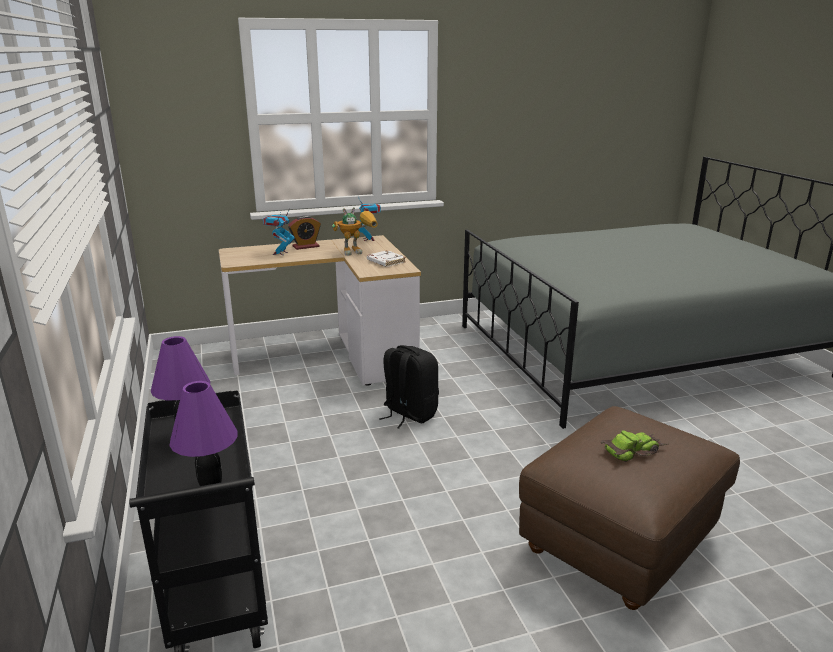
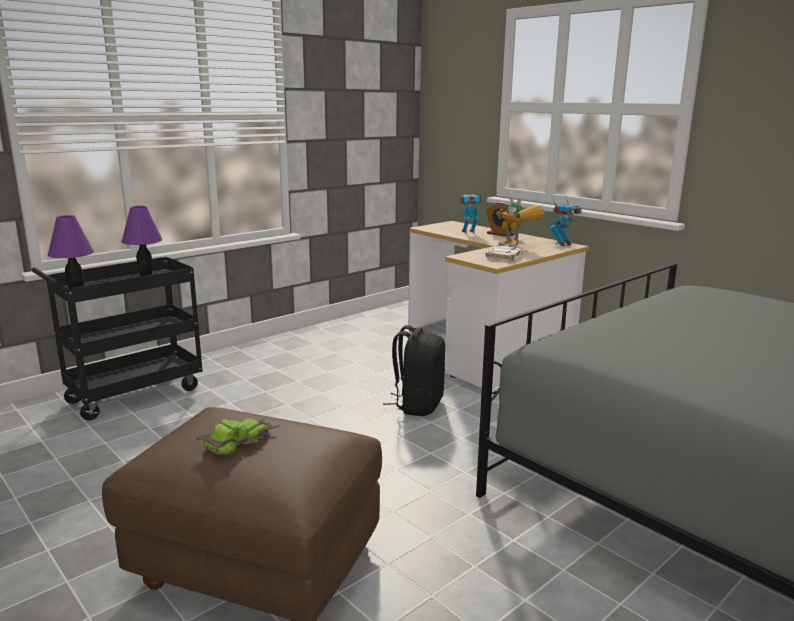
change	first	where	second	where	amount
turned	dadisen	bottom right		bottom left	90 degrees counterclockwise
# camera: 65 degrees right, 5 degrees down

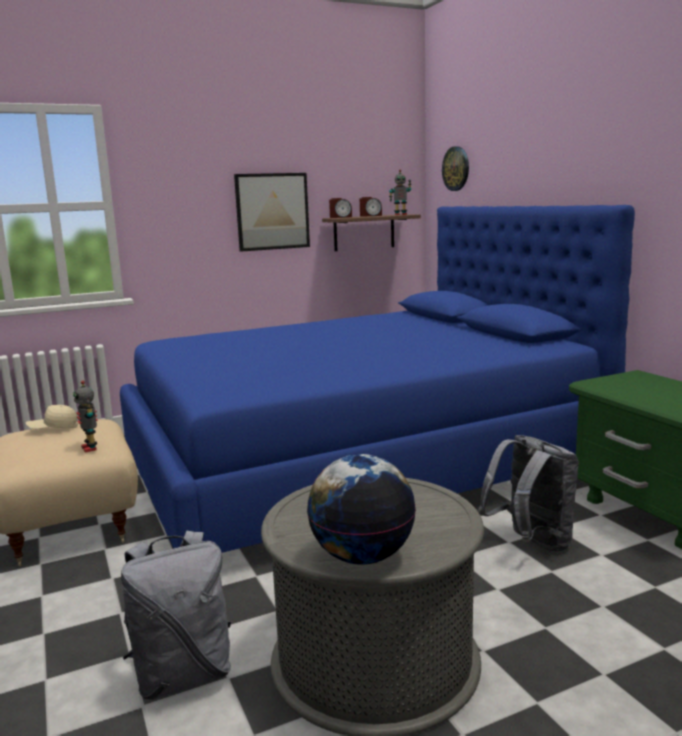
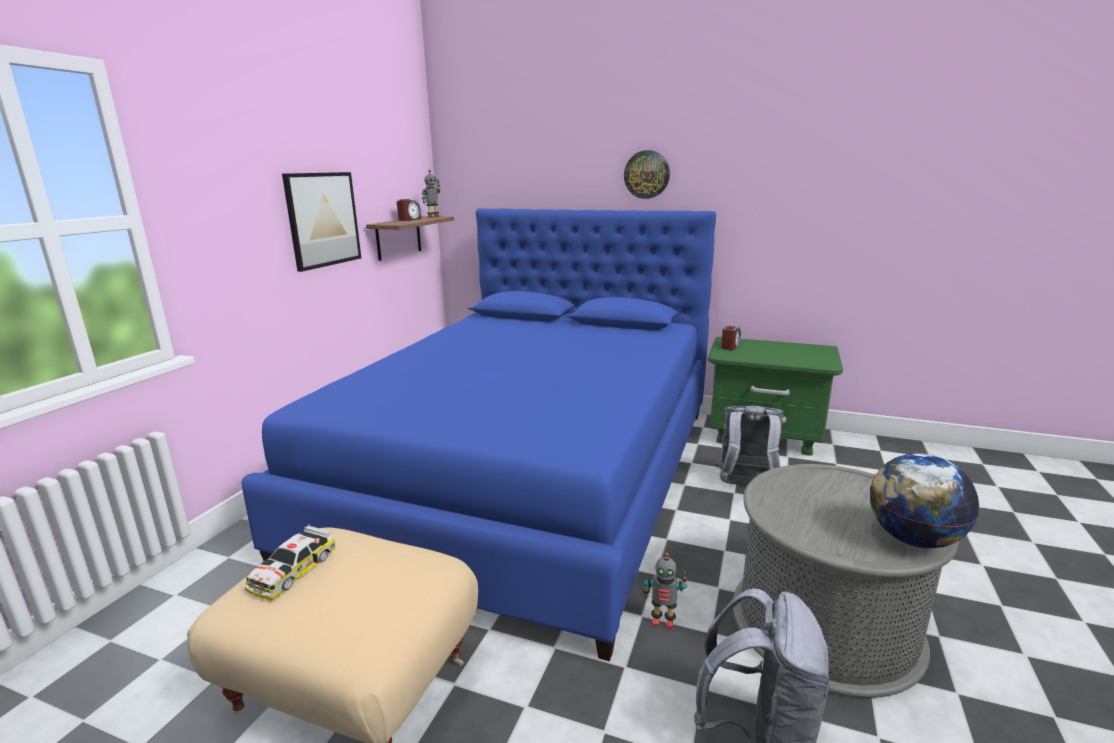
change	first	where	second	where	amount
moved	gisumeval (1st from left in the first image)	middle left	gisumeval (2nd from left)	bottom centre	
moved	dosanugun (1st from left in the first image)	top centre	dosanugun (2nd from left)	centre	
moved	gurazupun	top right		top centre	
replaced	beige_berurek	middle left	dadisen	bottom left	
# camera: 45 degrees left, 5 degrees up

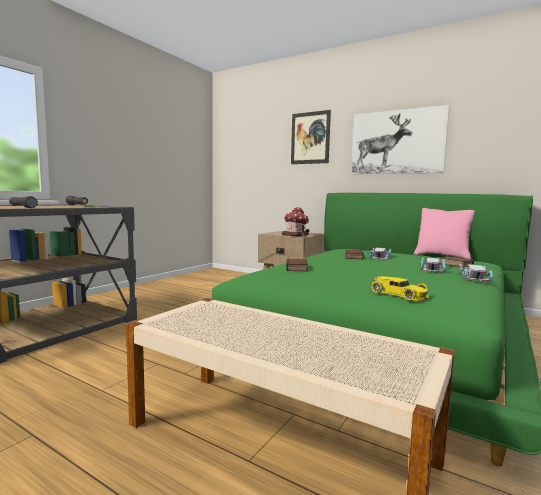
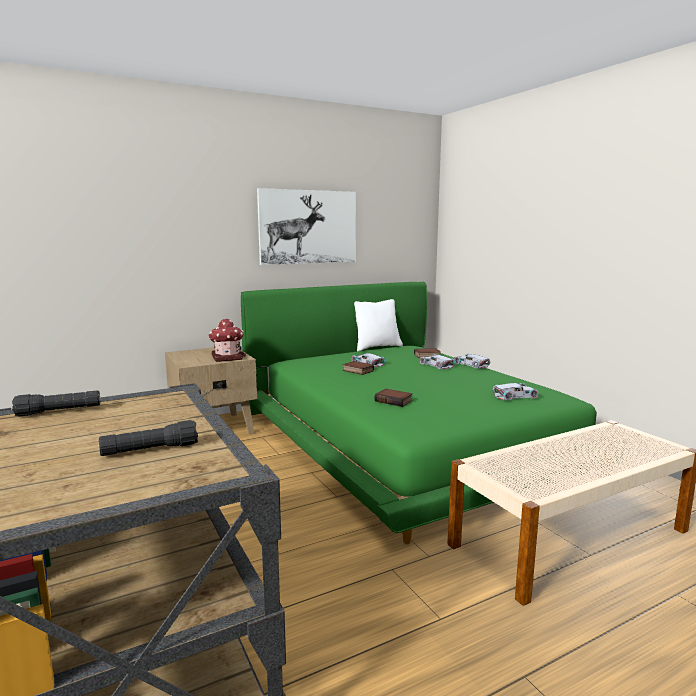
change	first	where	second	where	amount
removed	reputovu (1st from left)	top centre			
recoloured	yellow_dadisen	middle right	white_dadisen (4th from left)	middle right	
recoloured	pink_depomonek	middle right	white_depomonek	centre	
# camera: 60 degrees left, 5 degrees up

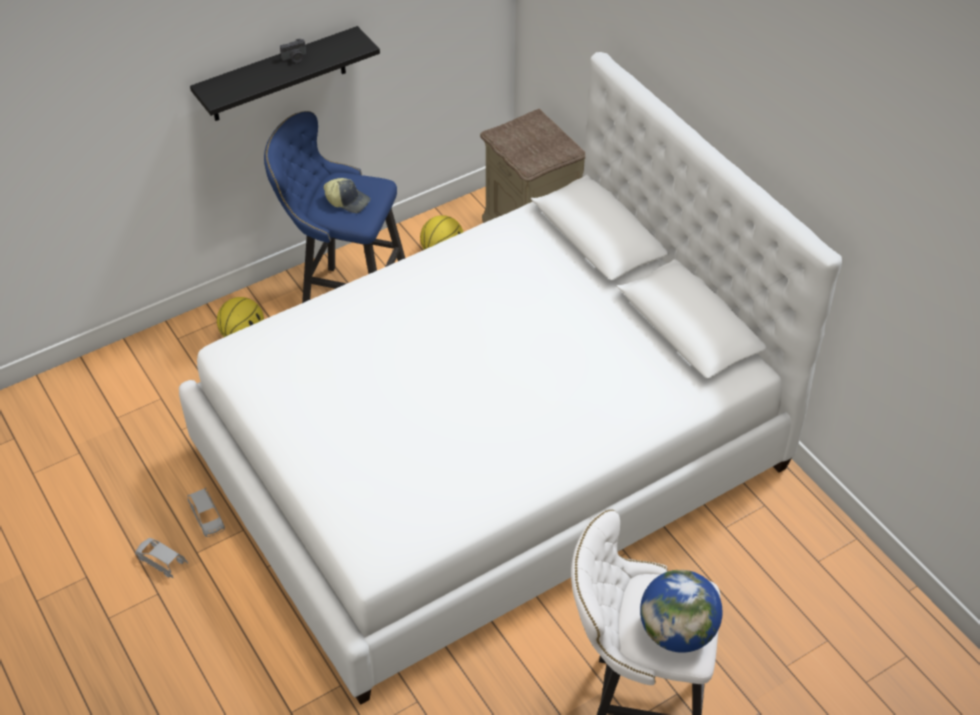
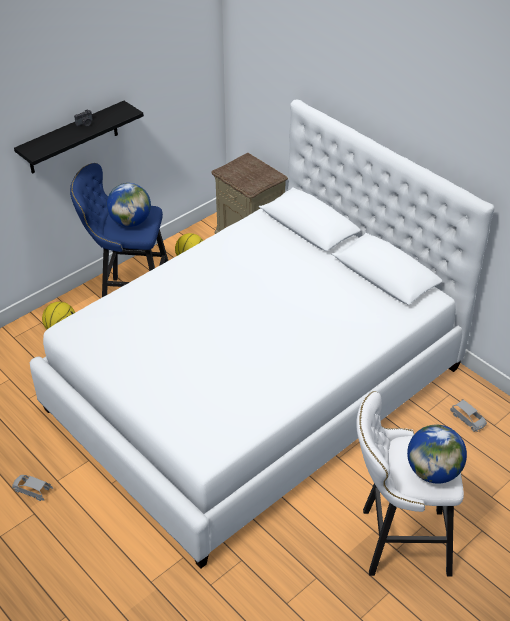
change	first	where	second	where	amount
moved	grey_dadisen (2nd from left)	bottom left		bottom right	
replaced	berurek	top centre	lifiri (1st from left)	top left	
# camera: 10 degrees left, 5 degrees down

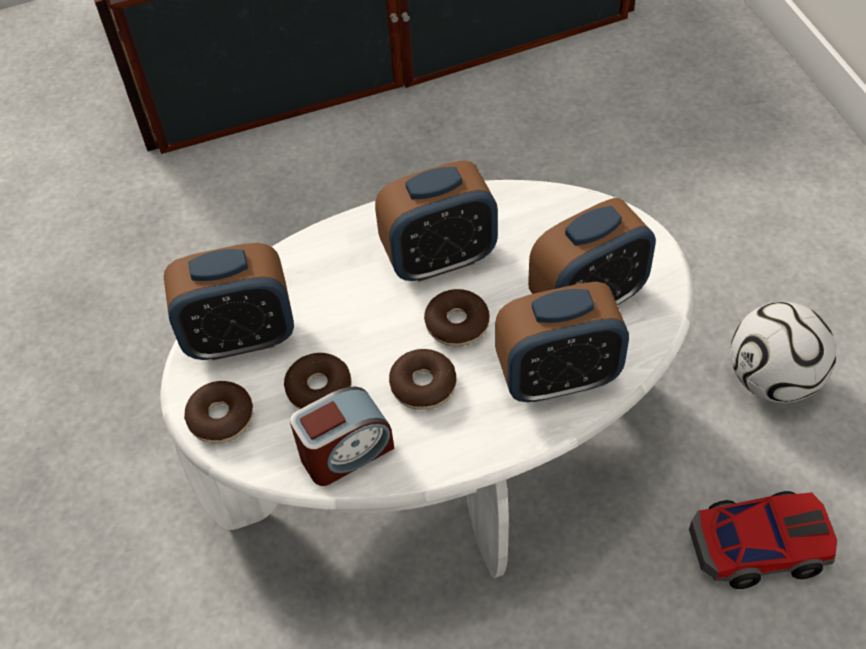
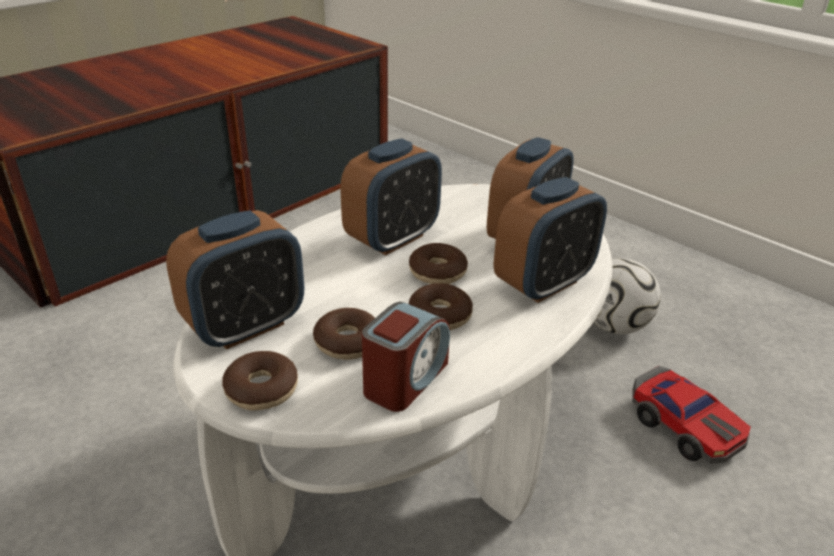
change	first	where	second	where	amount
turned	dadisen	bottom right		bottom right	90 degrees clockwise
# camera: 30 degrees left, 20 degrees down

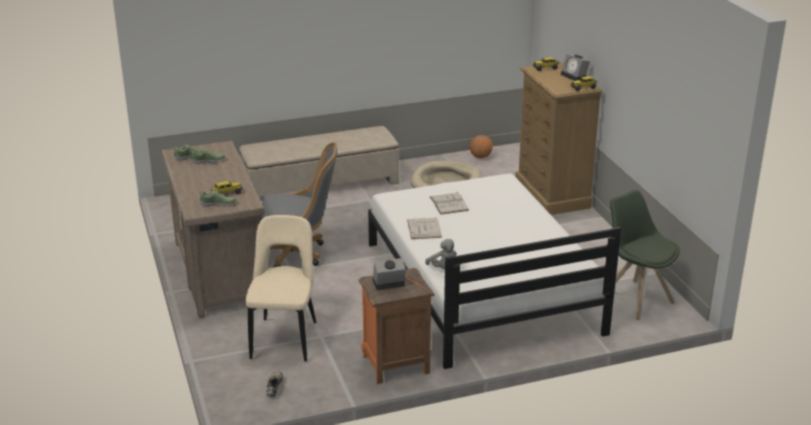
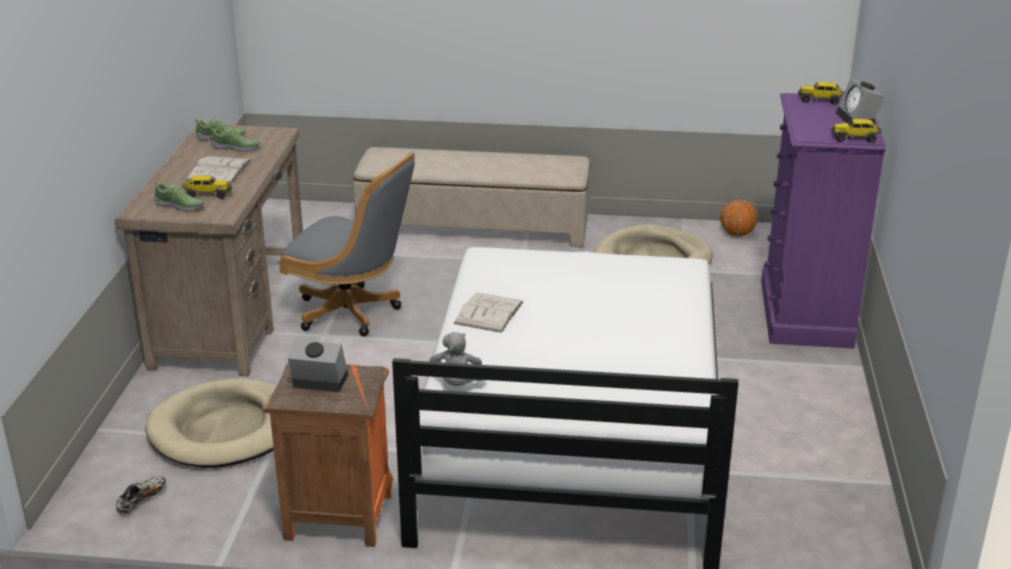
change	first	where	second	where	amount
removed	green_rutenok	middle right			
moved	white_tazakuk (2nd from left in the first image)	centre	white_tazakuk (1st from left)	top left	
replaced	beige_rutenok	bottom centre	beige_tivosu (1st from left)	bottom left	
recoloured	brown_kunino	top right	purple_kunino	middle right	
# camera: 25 degrees right, 0 degrees up

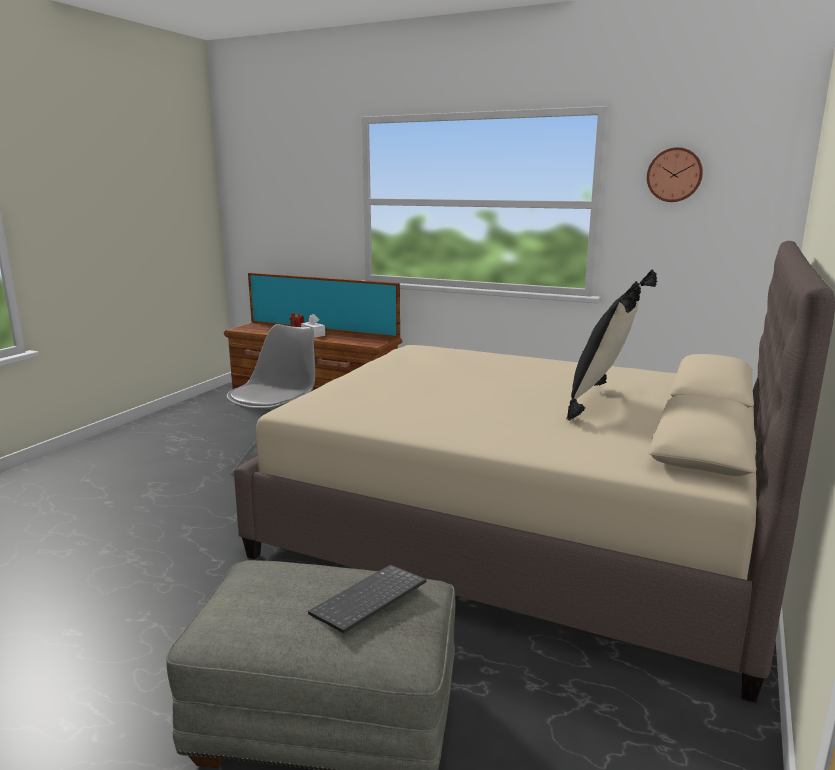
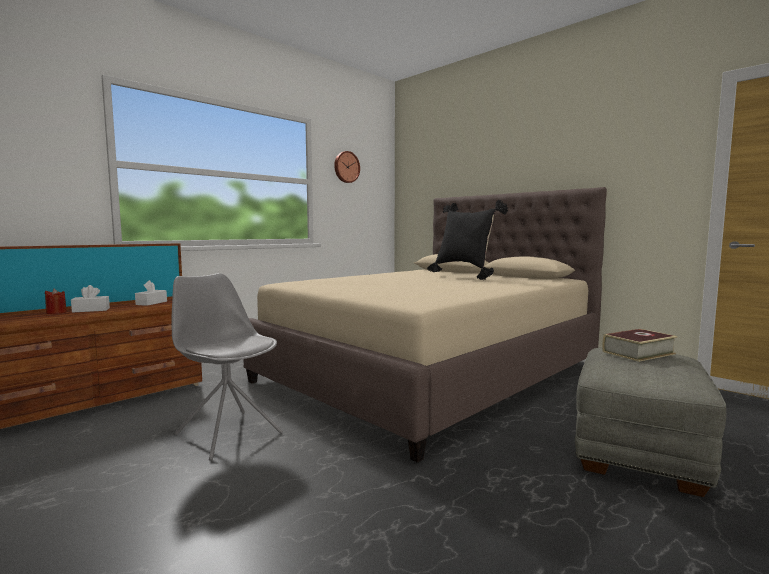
change	first	where	second	where	amount
added			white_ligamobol (2nd from left)	middle left	
replaced	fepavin	bottom centre	tazakuk	middle right	
# camera: 70 degrees left, 10 degrees down

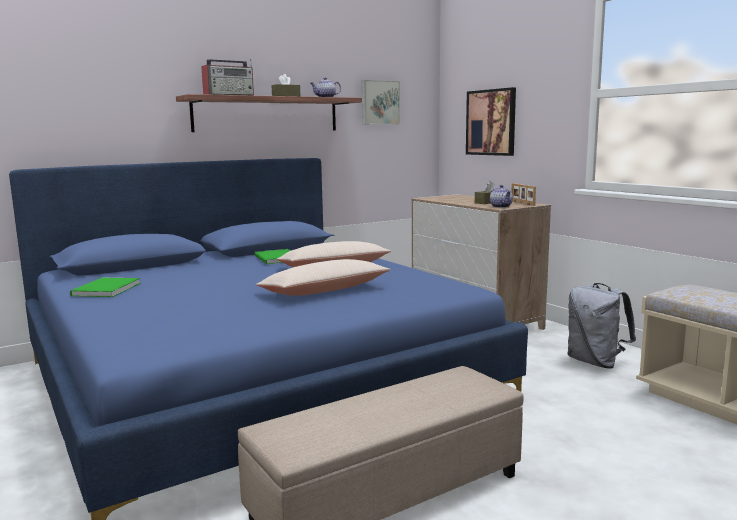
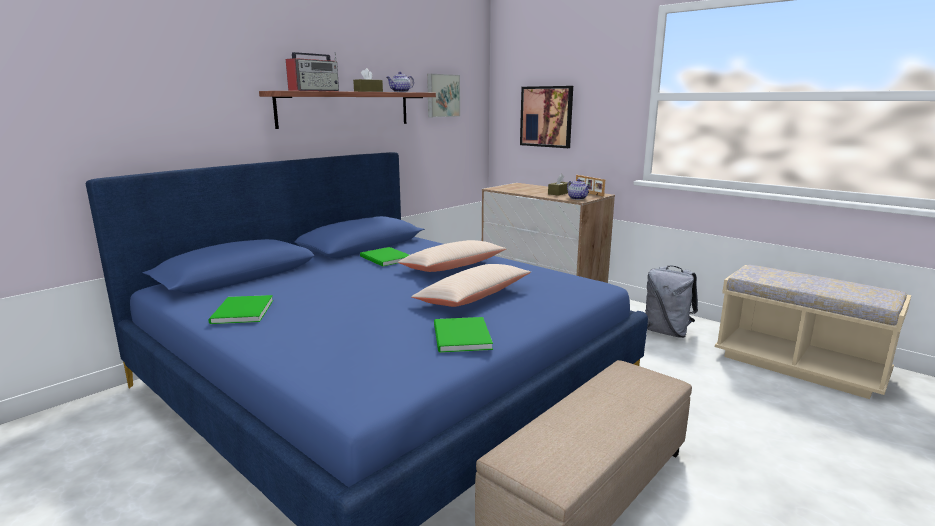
change	first	where	second	where	amount
added			green_tazakuk (3rd from left)	centre	
# camera: 15 degrees left, 5 degrees up

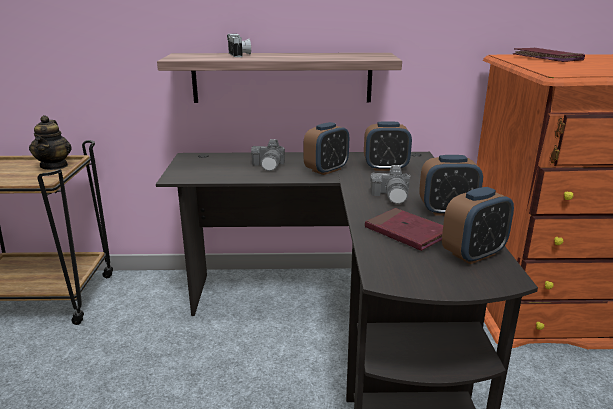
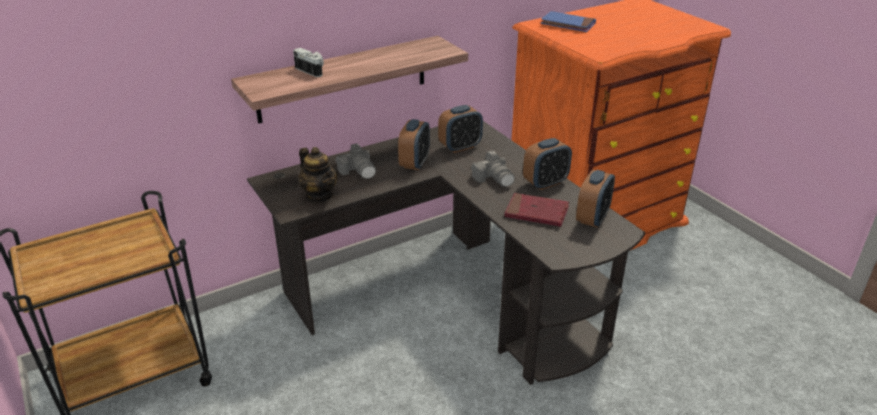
change	first	where	second	where	amount
moved	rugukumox	middle left		centre	
recoloured	red_tazakuk (2nd from left)	top right	blue_tazakuk	top centre	
# camera: 30 degrees left, 10 degrees up

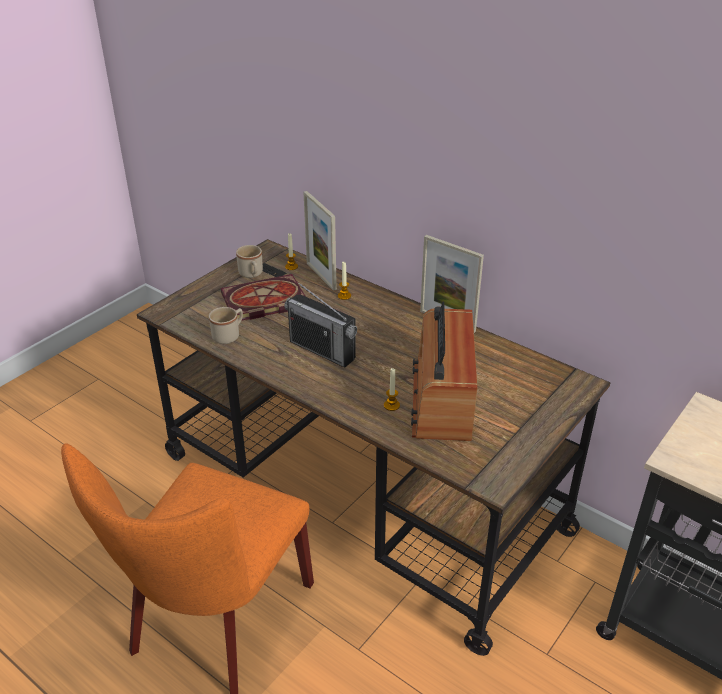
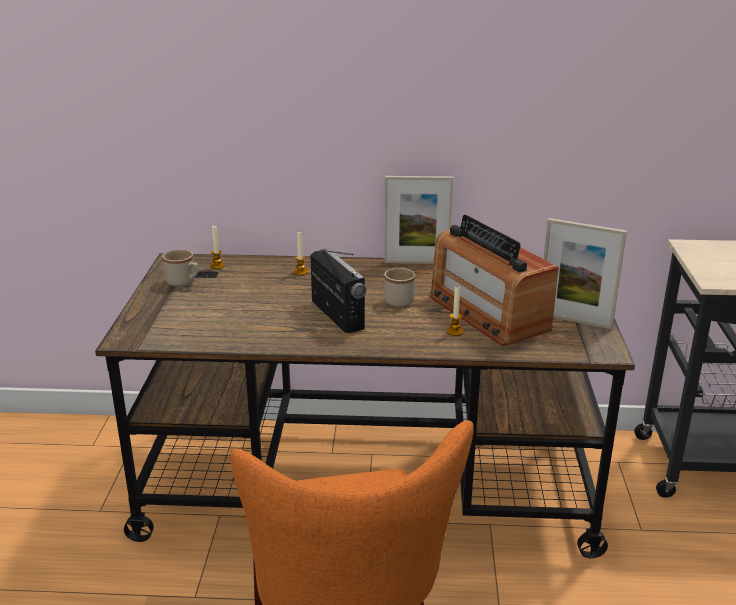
change	first	where	second	where	amount
removed	tazakuk	centre			
moved	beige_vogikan (1st from left in the first image)	middle left	beige_vogikan (2nd from left)	centre	
moved	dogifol (1st from left in the first image)	centre	dogifol (2nd from left)	middle right	
turned	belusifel (1st from left)	centre		centre	120 degrees counterclockwise
# camera: 35 degrees left, 10 degrees down

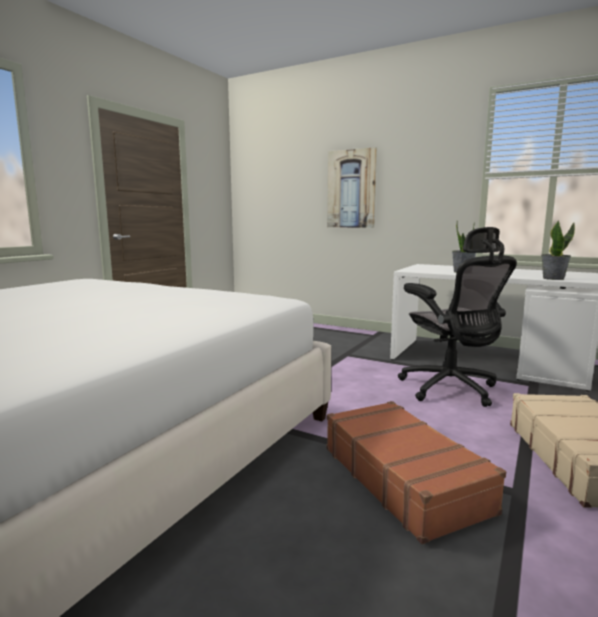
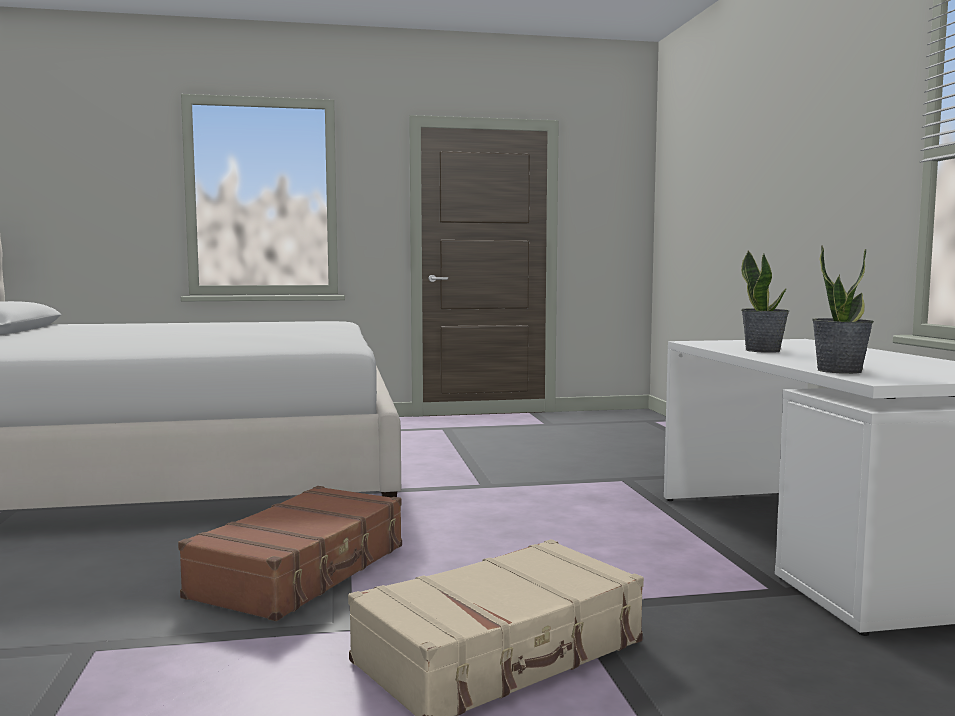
change	first	where	second	where	amount
removed	reputovu	top centre			
removed	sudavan	middle right			
# camera: 50 degrees right, 5 degrees down

